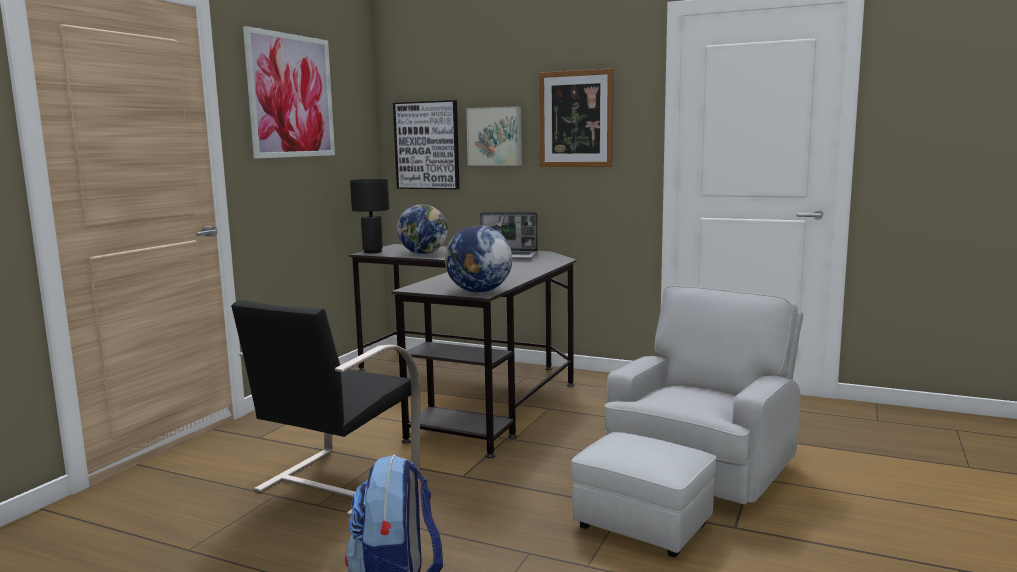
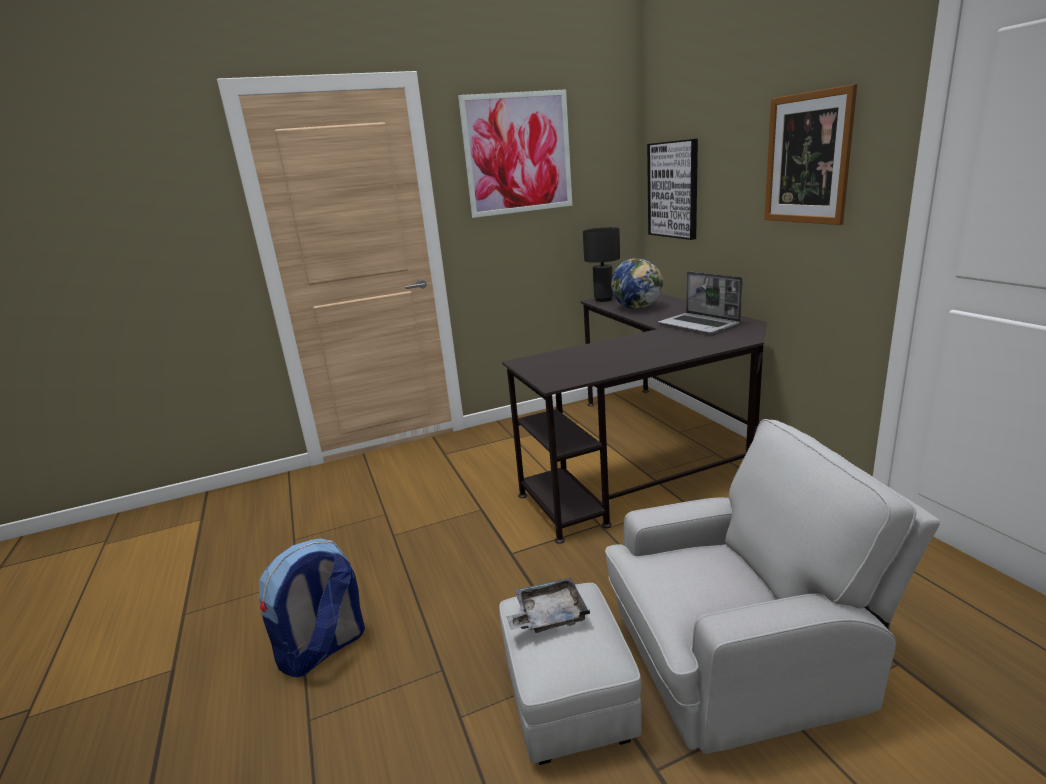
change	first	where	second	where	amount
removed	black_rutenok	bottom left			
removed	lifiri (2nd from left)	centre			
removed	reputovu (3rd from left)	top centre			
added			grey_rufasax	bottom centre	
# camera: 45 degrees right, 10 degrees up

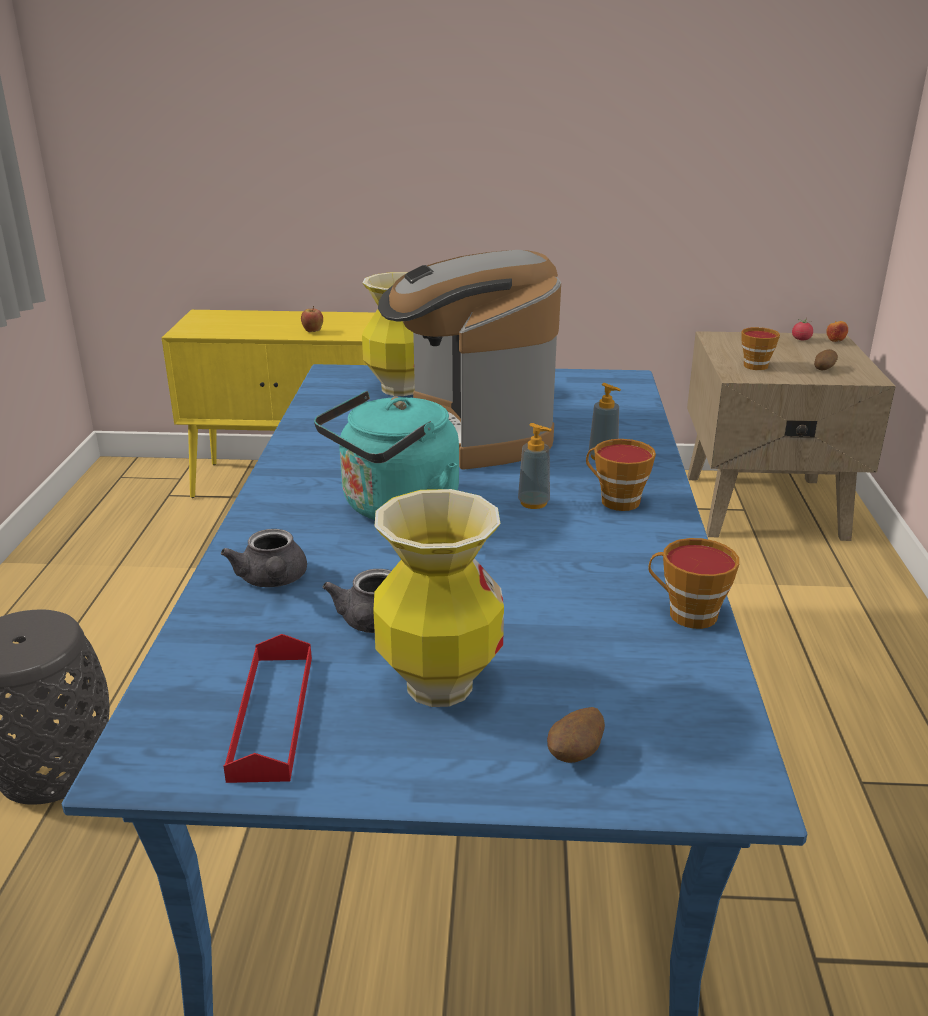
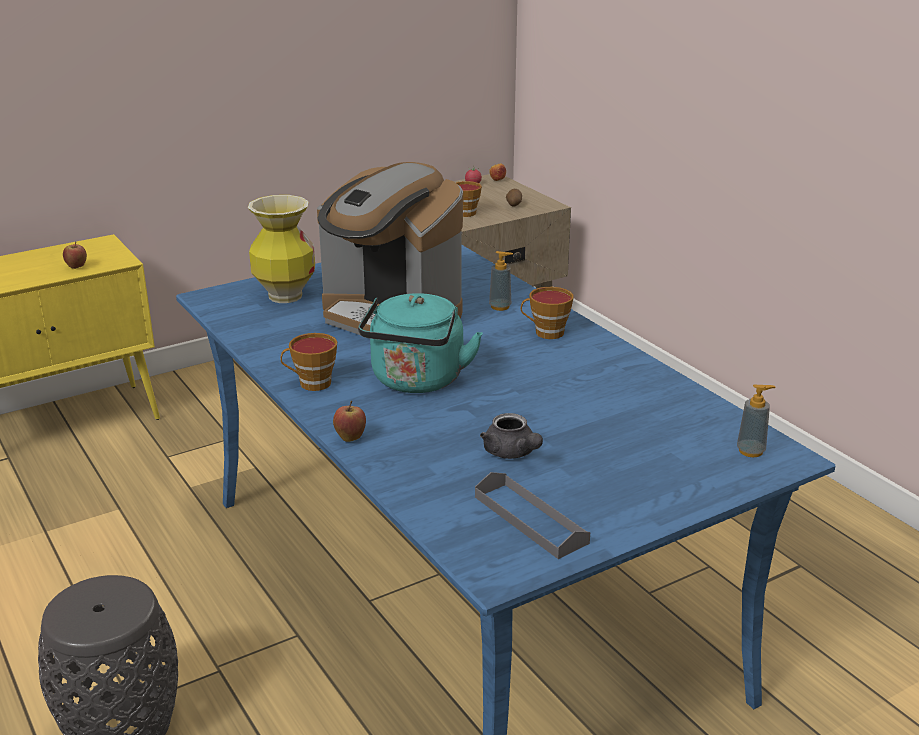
change	first	where	second	where	amount
removed	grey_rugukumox (1st from left)	middle left			
removed	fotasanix (2nd from left)	centre			
removed	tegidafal (1st from left)	bottom centre			
added			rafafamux (2nd from left)	centre	
moved	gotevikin (1st from left in the first image)	centre	gotevikin (2nd from left)	middle right	
moved	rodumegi (2nd from left in the first image)	middle right	rodumegi (1st from left)	centre	
recoloured	red_rufasax	bottom left	grey_rufasax	bottom centre	
# camera: 35 degrees left, 0 degrees up

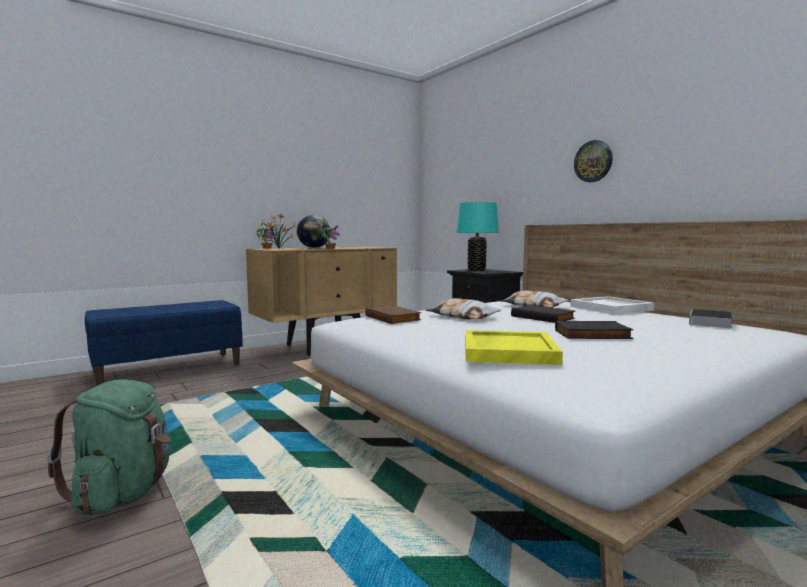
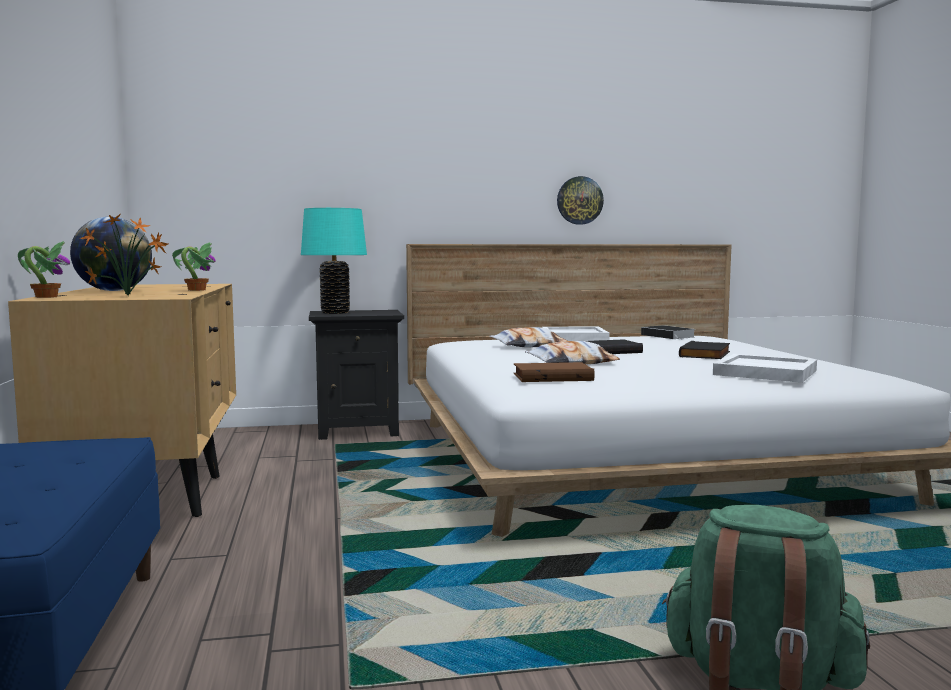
change	first	where	second	where	amount
moved	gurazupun	top right		top centre	
recoloured	yellow_rufasax	centre	white_rufasax (2nd from left)	middle right	
# camera: 65 degrees left, 0 degrees up

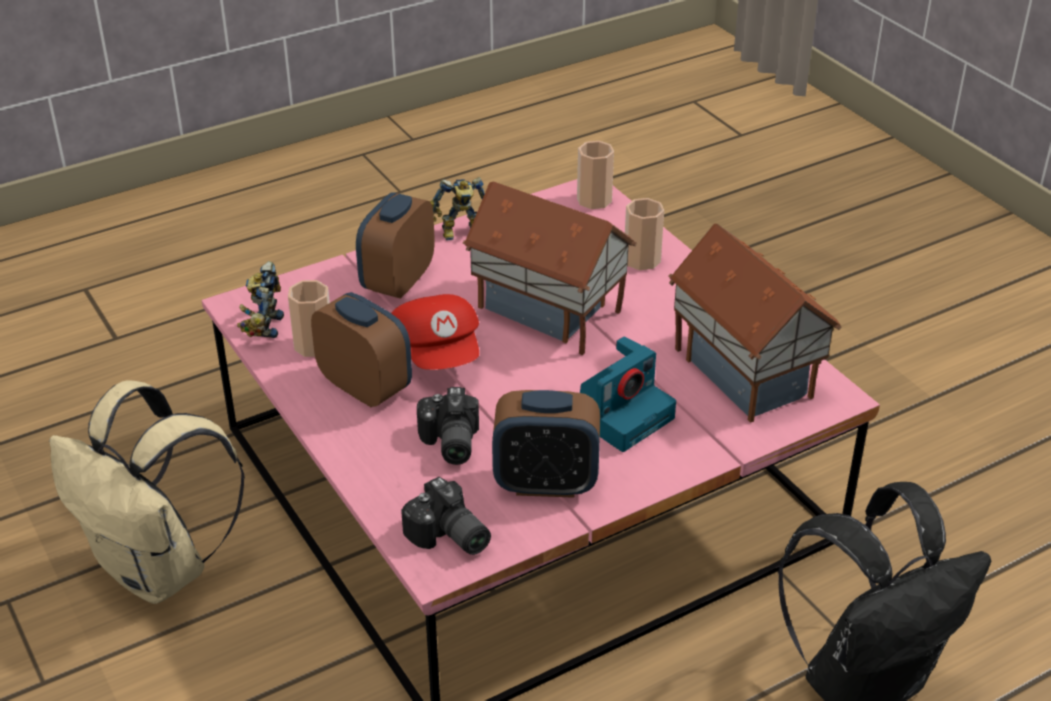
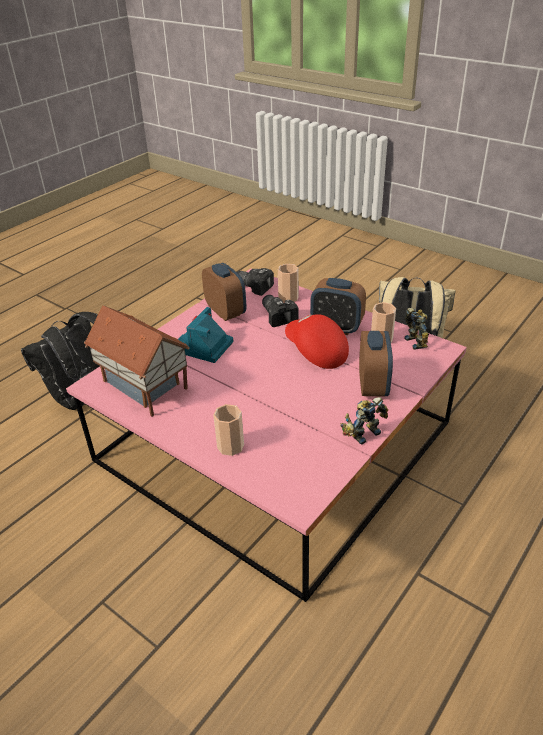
change	first	where	second	where	amount
removed	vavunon (1st from left)	centre			
moved	rodumegi (2nd from left)	top centre		centre	
turned	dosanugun (3rd from left in the first image)	centre	dosanugun (1st from left)	centre	75 degrees clockwise
# camera: 160 degrees right, 0 degrees up

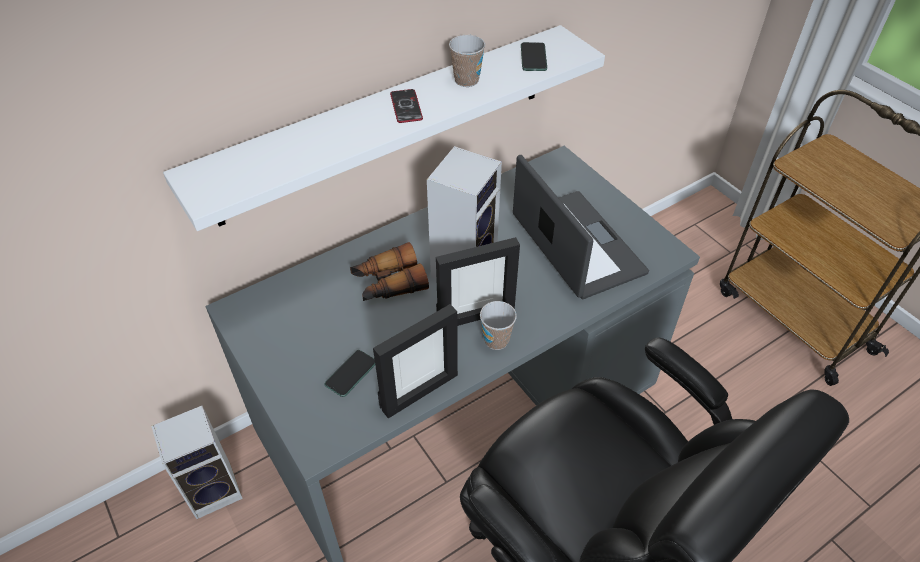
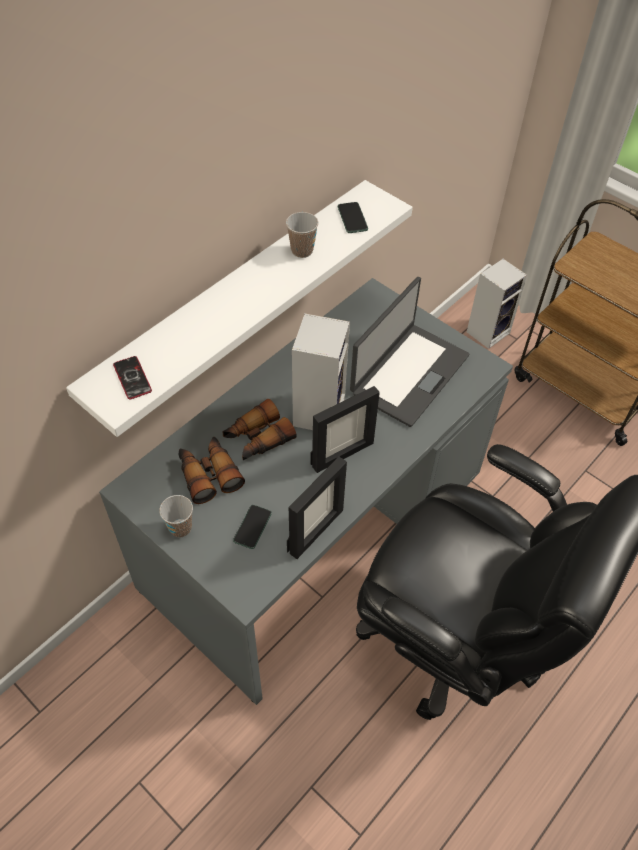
change	first	where	second	where	amount
added			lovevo (1st from left)	middle left	
moved	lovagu (1st from left in the first image)	bottom left	lovagu (2nd from left)	middle right	
moved	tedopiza (2nd from left in the first image)	top centre	tedopiza (1st from left)	middle left	
moved	rodumegi (2nd from left in the first image)	centre	rodumegi (1st from left)	middle left	
turned	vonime	centre		centre	75 degrees clockwise
# camera: 15 degrees left, 5 degrees up

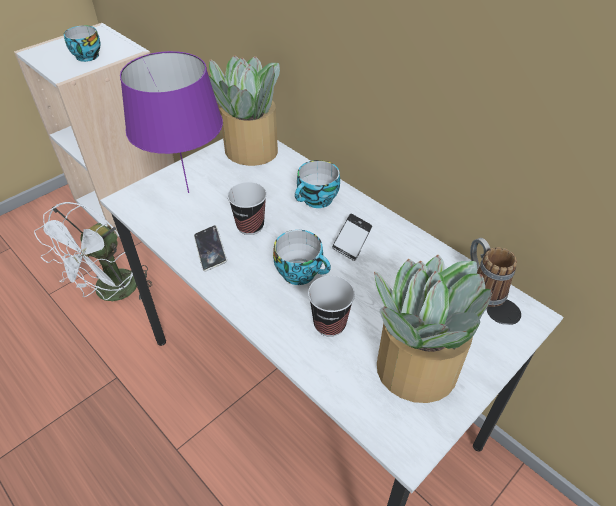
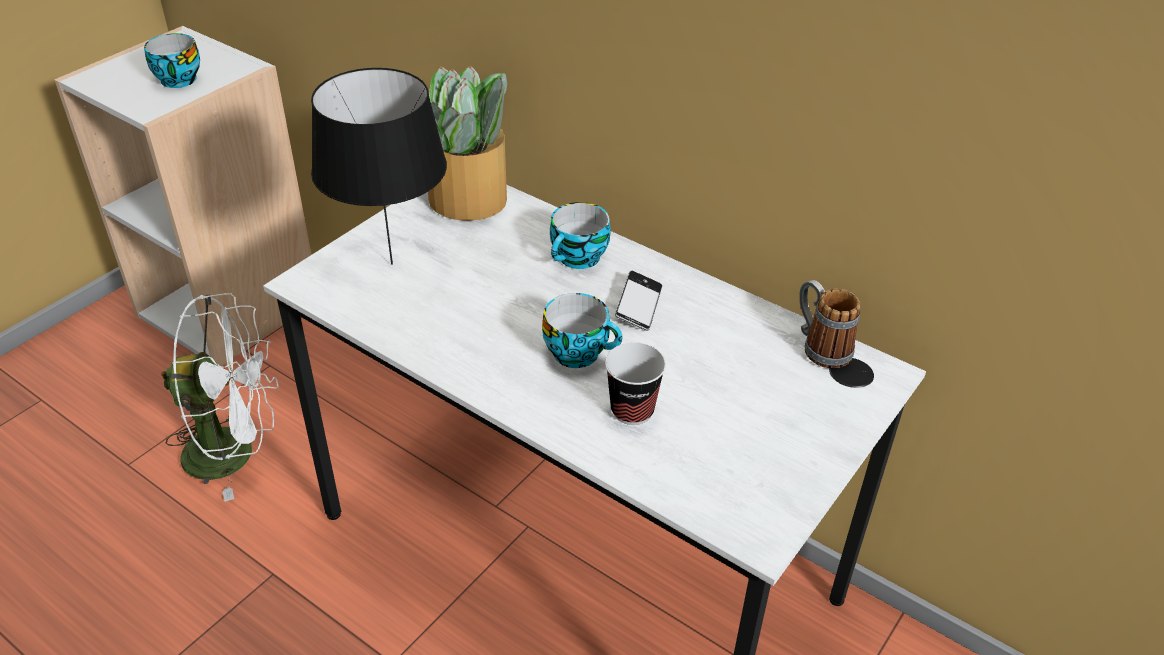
change	first	where	second	where	amount
removed	tedopiza (1st from left)	centre			
removed	rodumegi (2nd from left)	centre			
removed	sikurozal (2nd from left)	middle right			
recoloured	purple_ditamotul	top left	black_ditamotul	top left	
turned	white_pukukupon	middle left		middle left	105 degrees counterclockwise
# camera: 10 degrees left, 5 degrees down

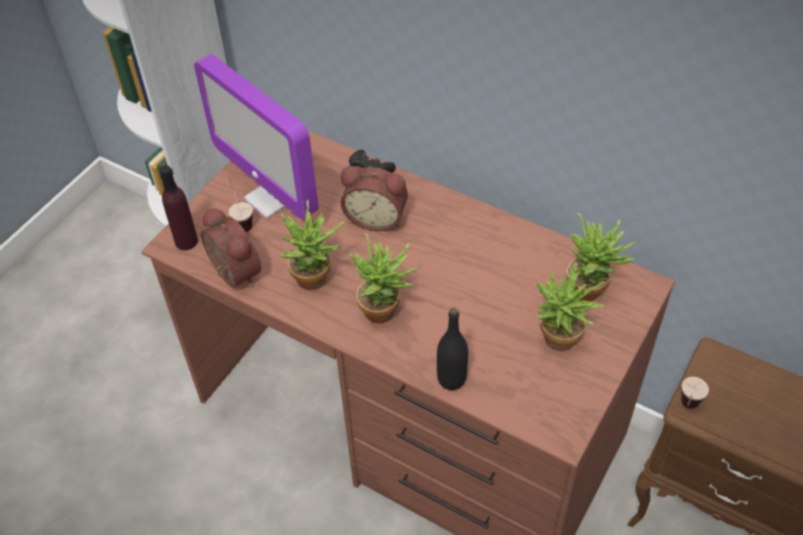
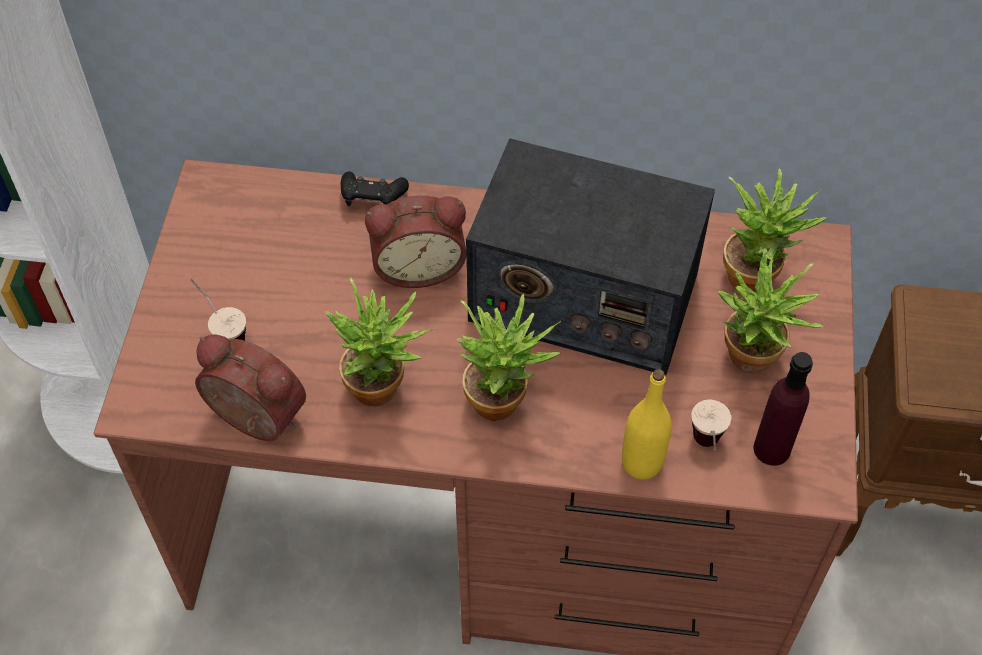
change	first	where	second	where	amount
removed	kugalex	top left			
added			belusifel	centre	
moved	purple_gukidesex	middle left		middle right	
moved	rodumegi (2nd from left)	bottom right		middle right	
recoloured	black_gukidesex	centre	yellow_gukidesex	centre	
# camera: 25 degrees left, 5 degrees up

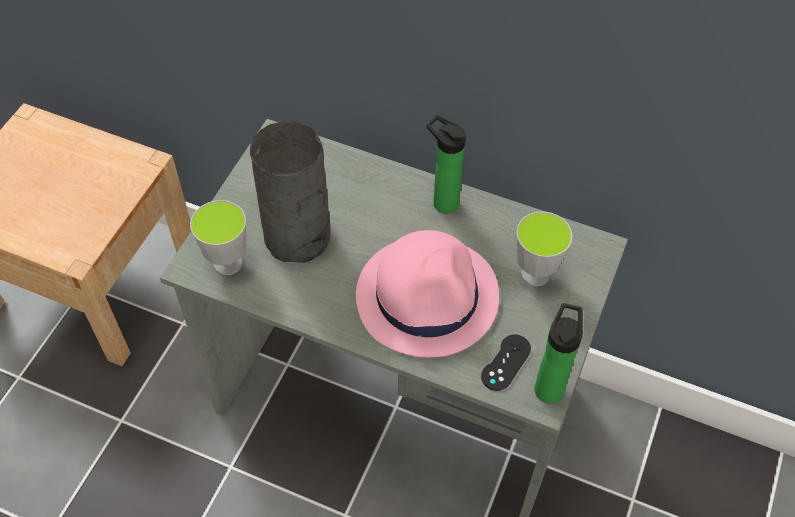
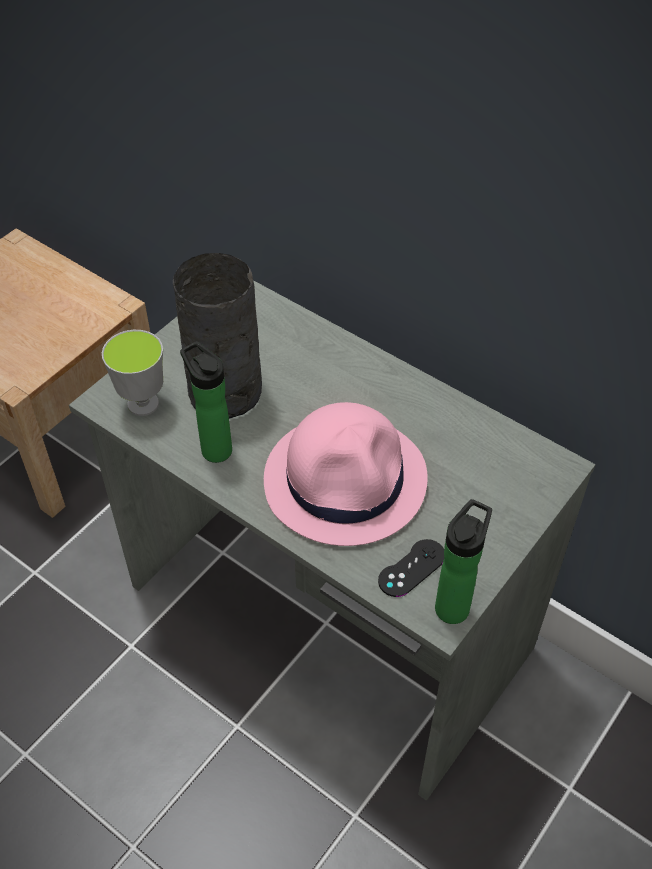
change	first	where	second	where	amount
removed	rodumegi (2nd from left)	middle right			
moved	gukidesex (1st from left)	top centre		middle left	
# camera: 15 degrees right, 5 degrees down

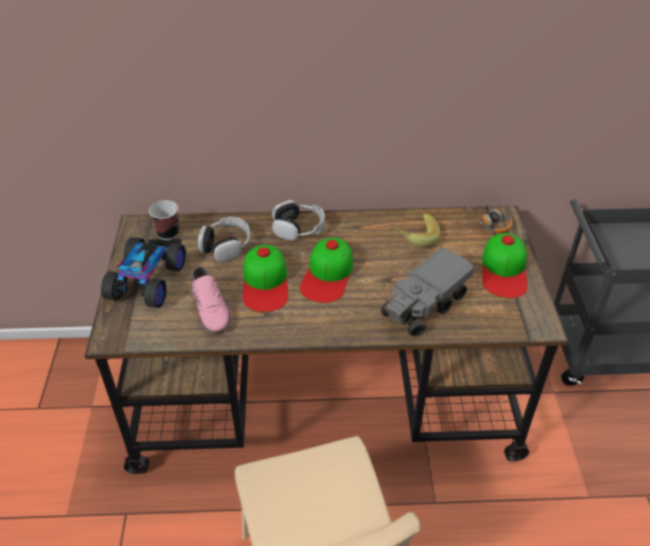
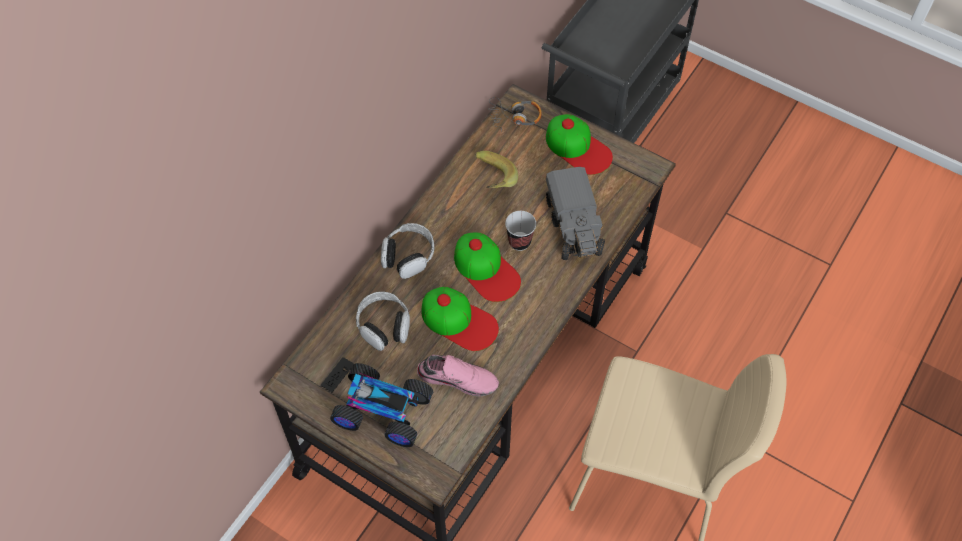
change	first	where	second	where	amount
moved	rodumegi	middle left		centre	
turned	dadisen	middle left		bottom centre	150 degrees clockwise
# camera: 55 degrees left, 15 degrees up

